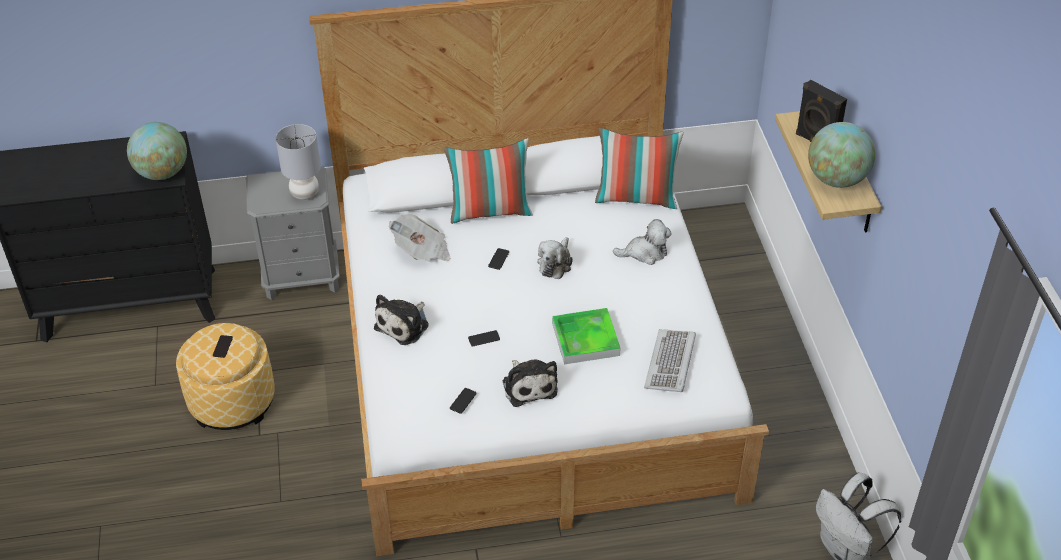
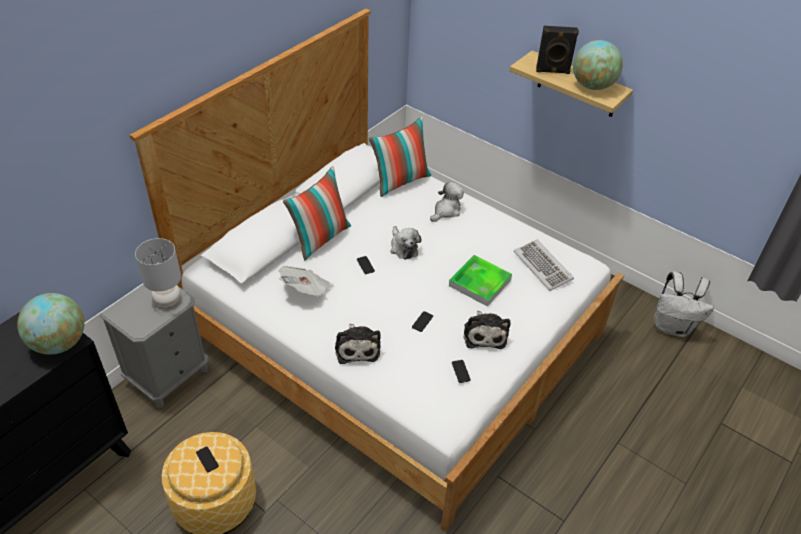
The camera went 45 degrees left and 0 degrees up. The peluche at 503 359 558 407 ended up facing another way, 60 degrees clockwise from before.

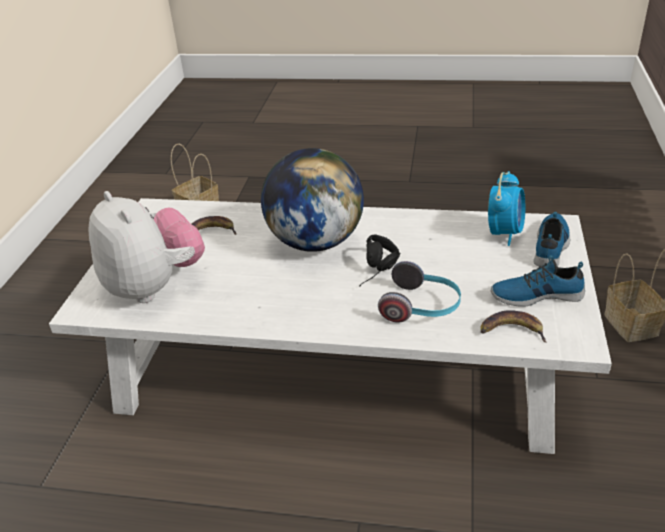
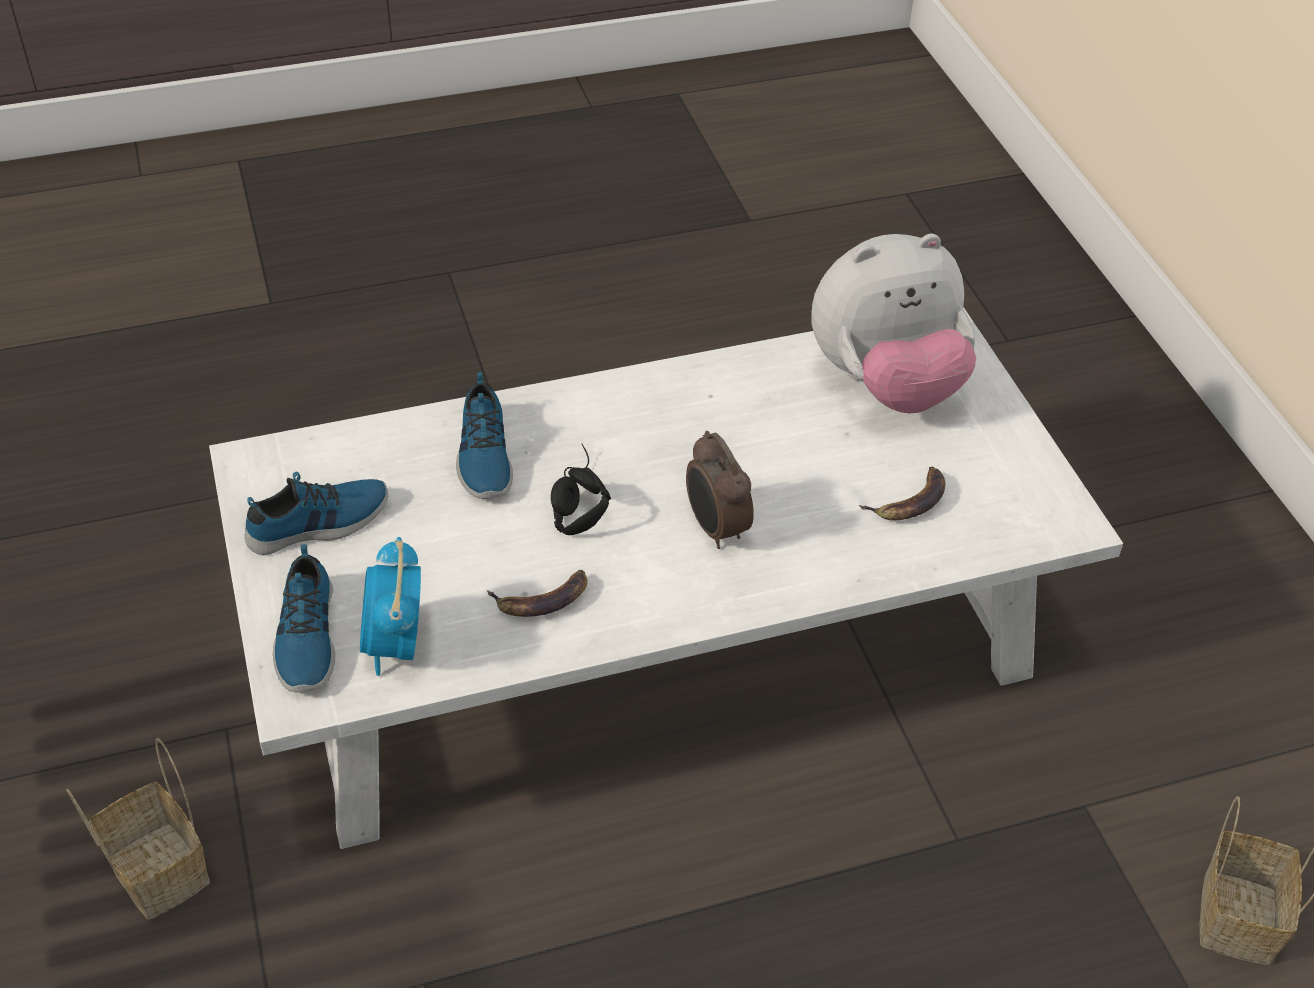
The camera went 150 degrees right and 10 degrees up. The plátano ended up elsewhere, having gone from 480 310 547 343 to 487 570 587 617. Where the globo terráqueo stood at 261 148 364 252, the despertador came to stand at 686 431 754 549. Where the auriculares stood at 378 261 461 323, the zapato came to stand at 456 372 513 499. The peluche at 89 191 205 303 ended up facing another way, 45 degrees counterclockwise from before.

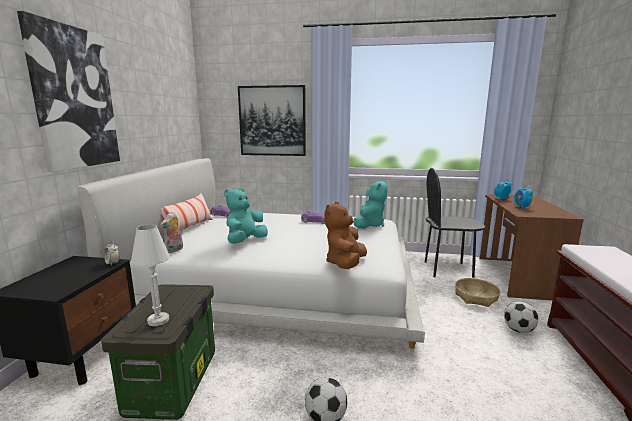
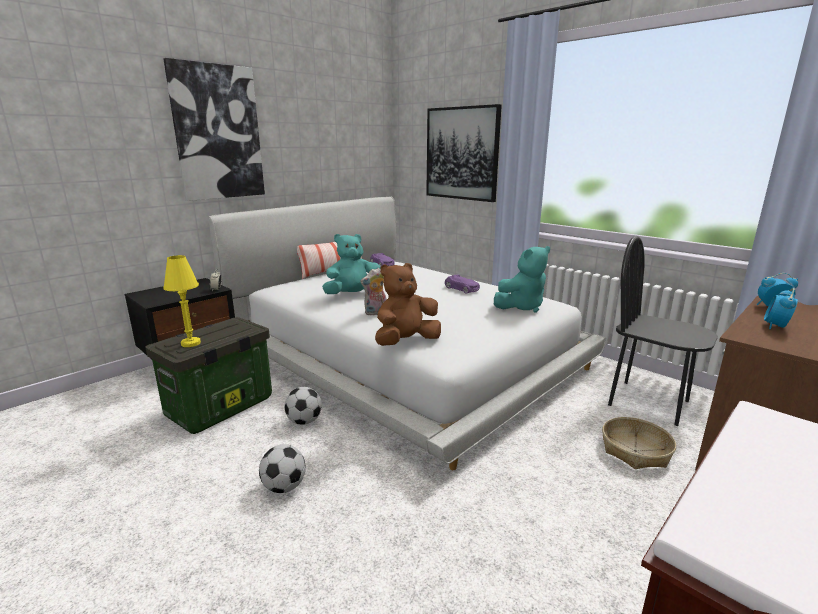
The camera went 35 degrees right and 5 degrees up. The peluche ended up elsewhere, having gone from 160 212 183 253 to 360 268 387 316. The balón de fútbol ended up elsewhere, having gone from 504 301 538 333 to 285 387 322 425. What was the lámpara de mesa (blanco) at 131 225 170 326 turned into the lámpara de mesa (amarillo) at 163 255 201 347.

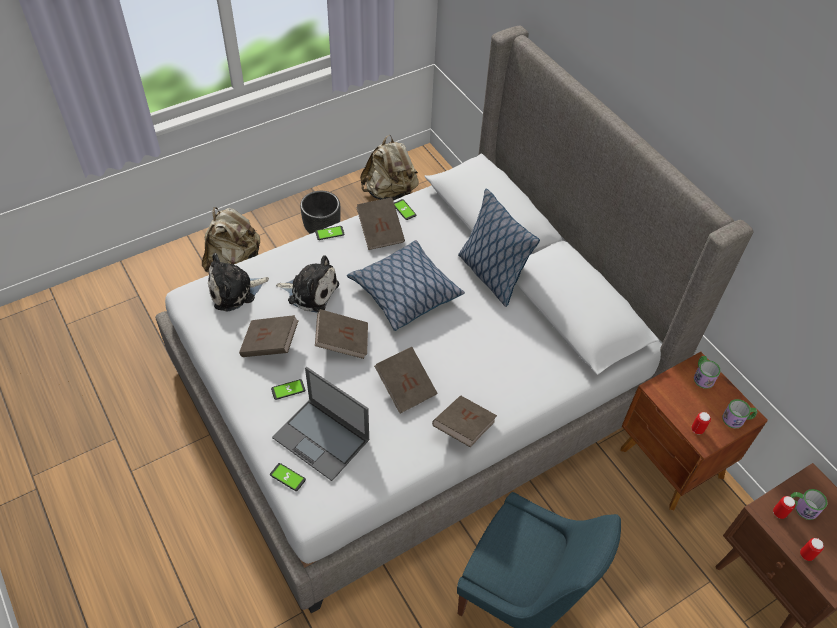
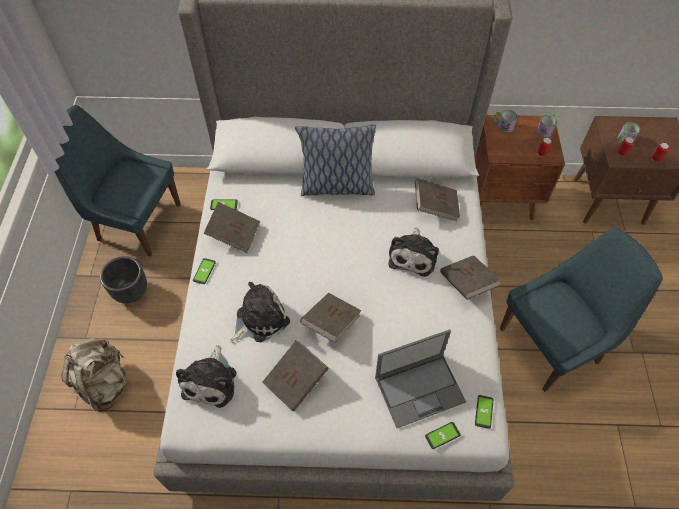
The camera went 55 degrees left and 5 degrees up. The second view lost the cojín at 347 240 465 331. The second view gained the peluche at 388 228 439 277. The móvil ended up elsewhere, having gone from 271 379 305 400 to 475 395 493 429. The libro (marrón) ended up elsewhere, having gone from 374 347 438 414 to 415 178 460 221. Where the mochila (beis) stood at 360 135 419 200, the silla (azul) came to stand at 54 105 181 256.

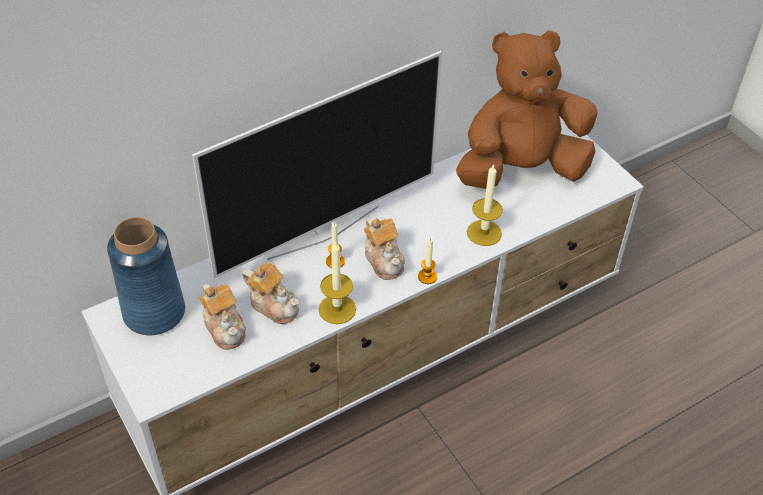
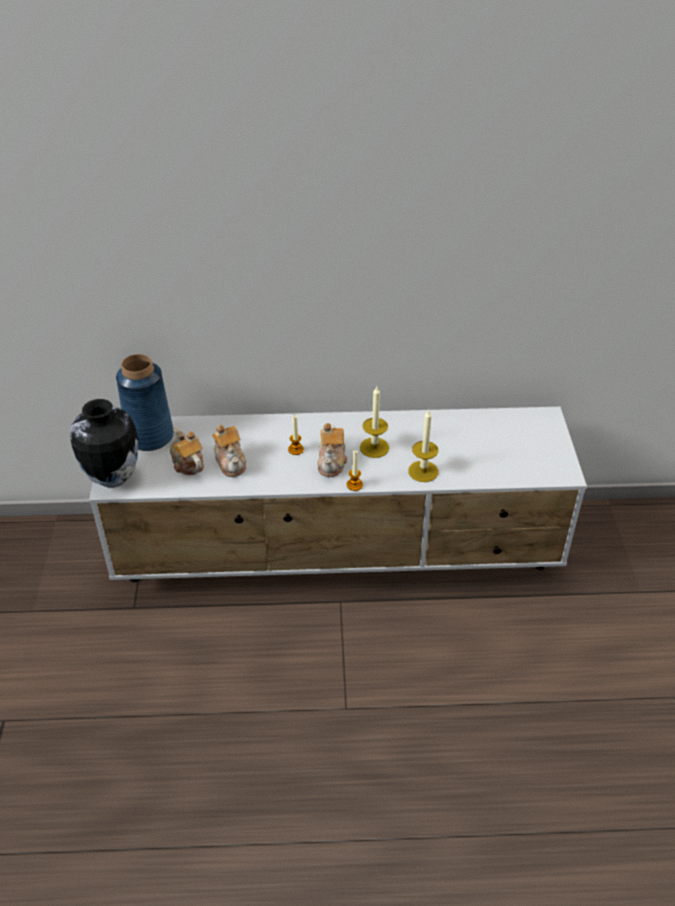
The camera went 30 degrees right and 5 degrees down. The second view lost the televisor at 192 51 442 278. The second view lost the peluche (marrón) at 456 30 598 189. The second view gained the florero at 70 399 138 488. The vela ended up elsewhere, having gone from 318 241 356 324 to 360 387 389 458. The tetera at 199 284 246 350 ended up facing another way, 150 degrees clockwise from before.

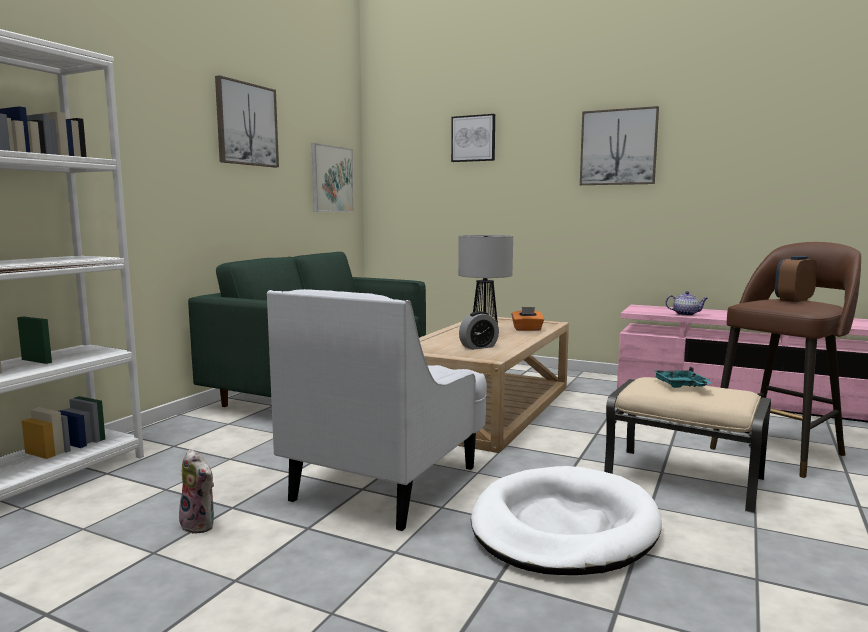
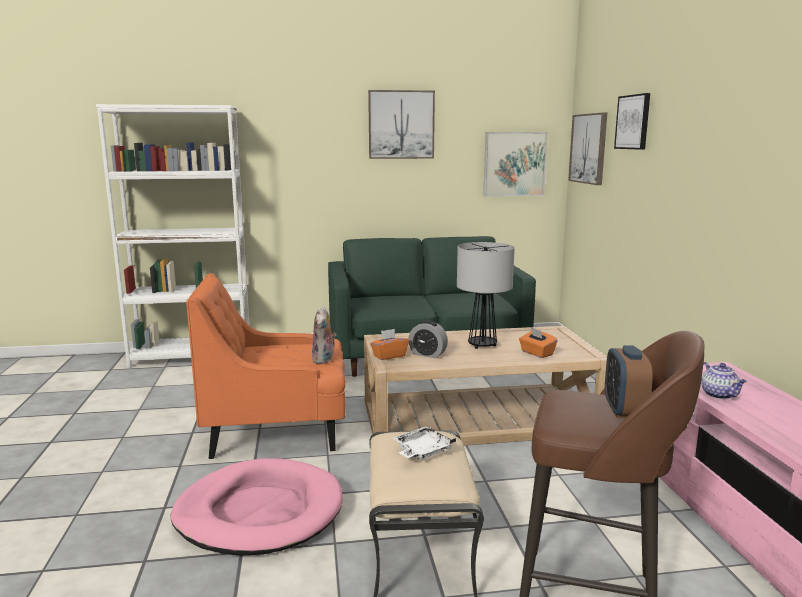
The camera went 55 degrees right and 5 degrees up. The second view gained the caja de pañuelos (naranja) at 370 329 409 360. The peluche ended up elsewhere, having gone from 179 449 214 534 to 312 305 336 364. The cuadro ended up elsewhere, having gone from 580 106 659 185 to 568 113 607 185. What was the sillón (blanco) at 267 289 487 531 turned into the sillón (naranja) at 186 273 346 459. What was the cama para perro (blanco) at 471 466 662 575 turned into the cama para perro (rosa) at 170 458 343 556. What was the bandeja (turquesa) at 652 367 712 388 turned into the bandeja (blanco) at 392 426 456 460. The despertador at 775 256 817 302 ended up facing another way, 105 degrees counterclockwise from before.

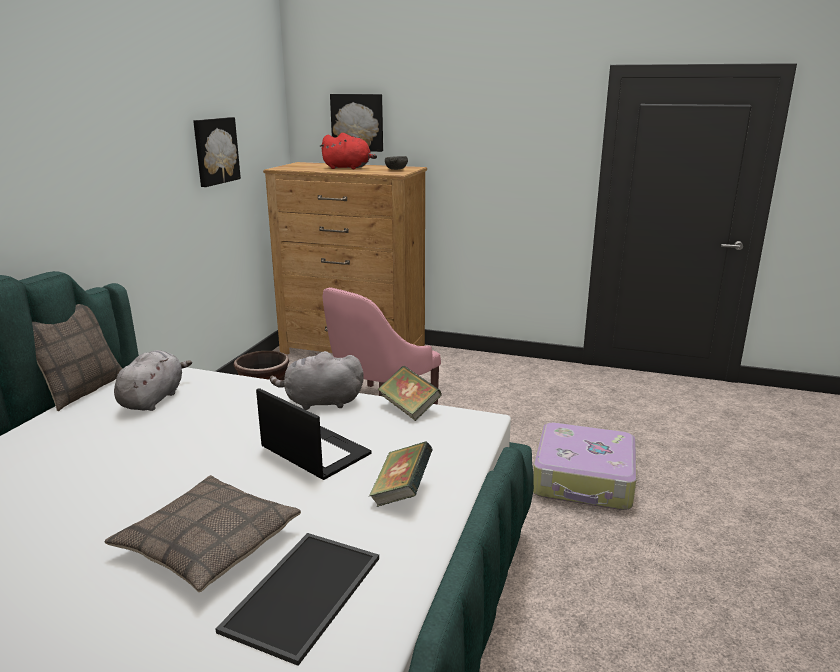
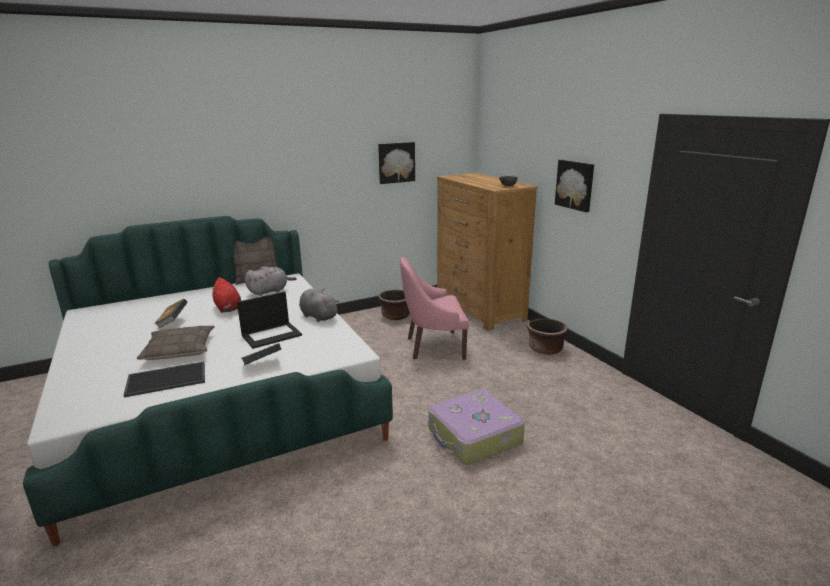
The camera went 45 degrees right and 0 degrees up. The second view gained the maceta (marrón) at 527 318 568 355. The peluche (rojo) ended up elsewhere, having gone from 319 133 377 169 to 211 277 241 313. The cuadro ended up elsewhere, having gone from 330 94 383 152 to 555 160 594 212. The libro ended up elsewhere, having gone from 377 366 442 421 to 154 299 188 328. The portátil at 256 388 372 480 ended up facing another way, 60 degrees clockwise from before.

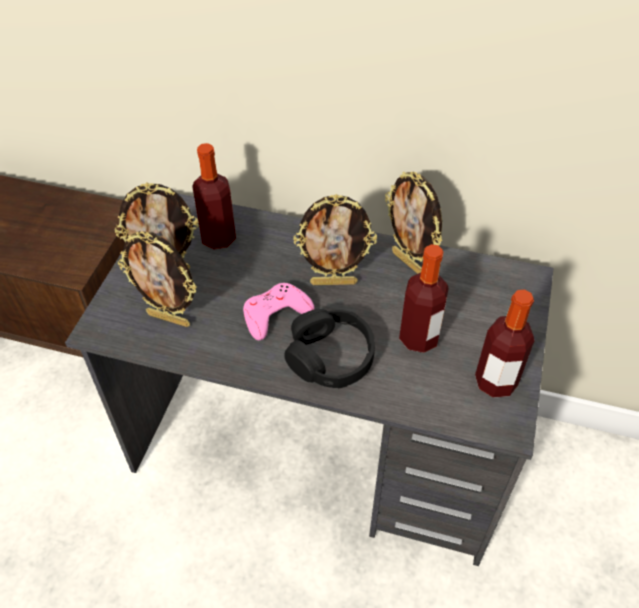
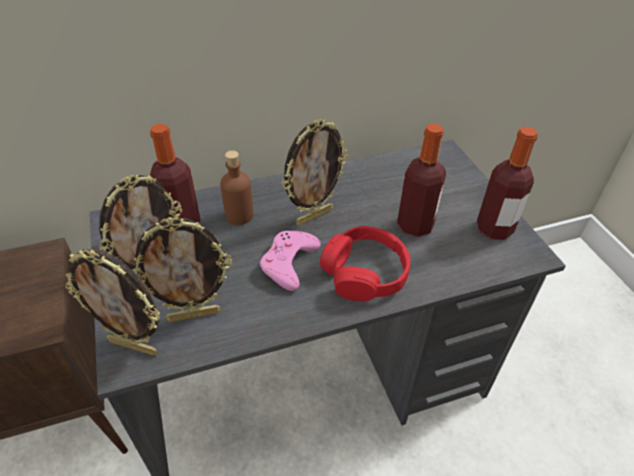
The camera went 35 degrees left and 5 degrees down. The second view gained the botella (marrón) at 220 150 254 225. The portarretratos ended up elsewhere, having gone from 385 172 442 274 to 65 249 160 356. What was the auriculares (negro) at 284 309 375 388 turned into the auriculares (rojo) at 320 226 411 301.

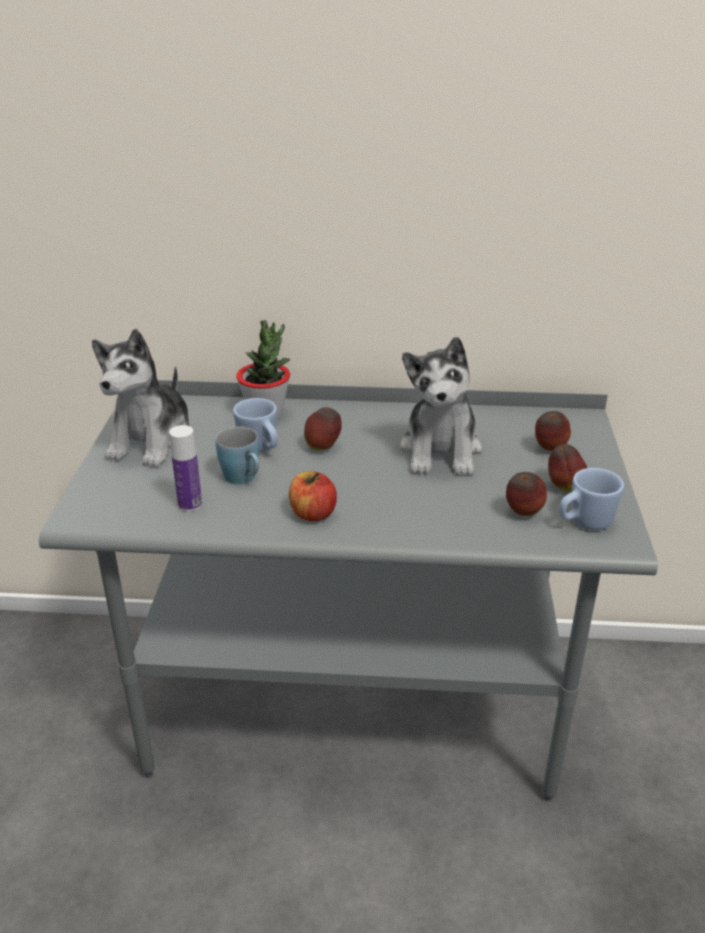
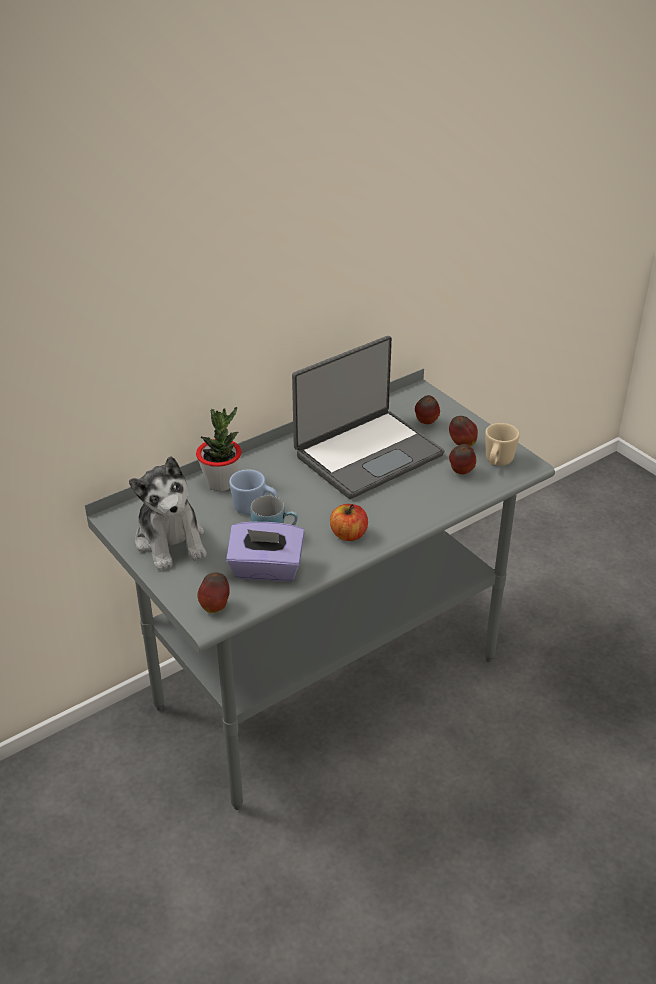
The camera went 40 degrees left and 5 degrees up. The manzana ended up elsewhere, having gone from 304 407 342 450 to 197 573 230 613. Where the botella stood at 169 425 202 512, the caja de pañuelos (morado) came to stand at 226 522 305 581. Where the peluche stood at 400 337 482 475, the portátil came to stand at 292 336 444 499. What was the taza grande (azul) at 559 468 624 530 turned into the taza grande (beis) at 485 423 520 466.

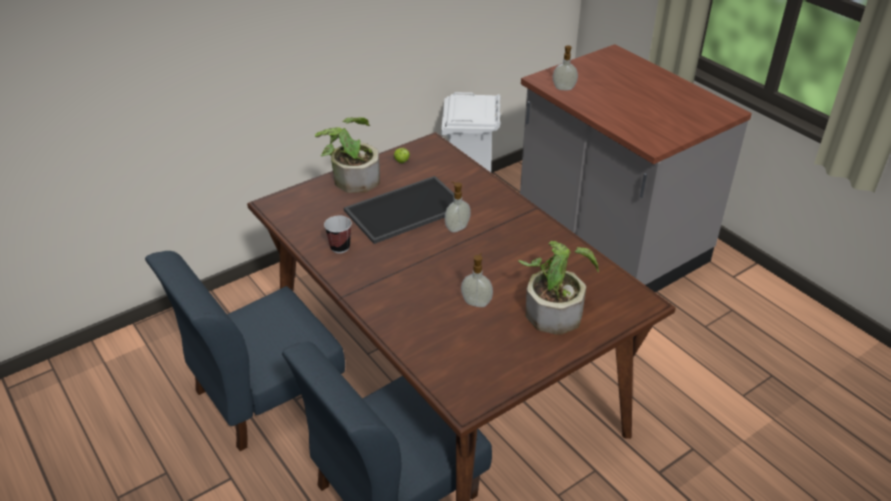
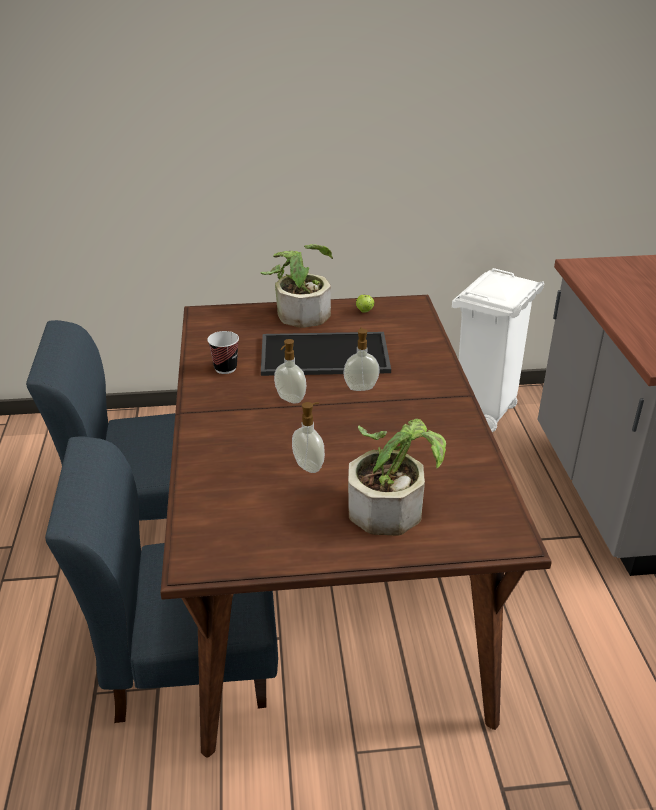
The camera went 30 degrees right and 5 degrees down. The dispensador de jabón ended up elsewhere, having gone from 553 46 578 90 to 274 339 307 403.

